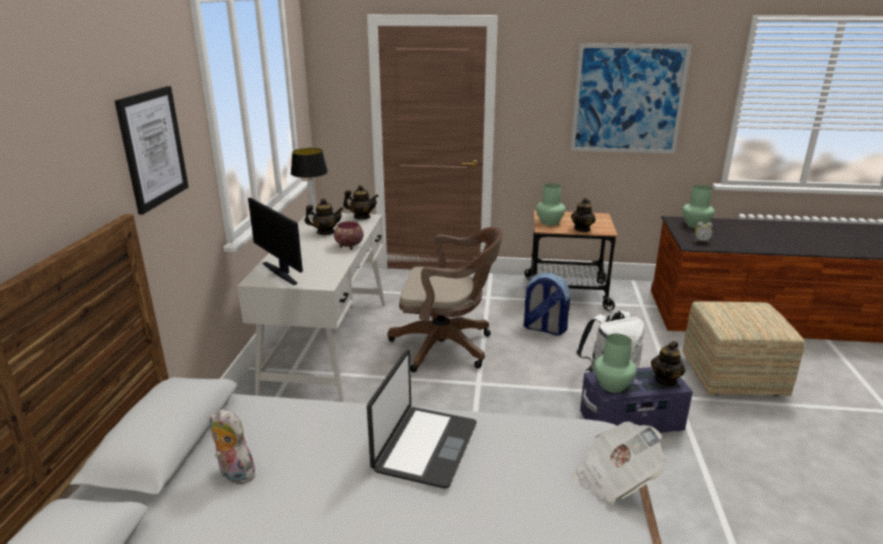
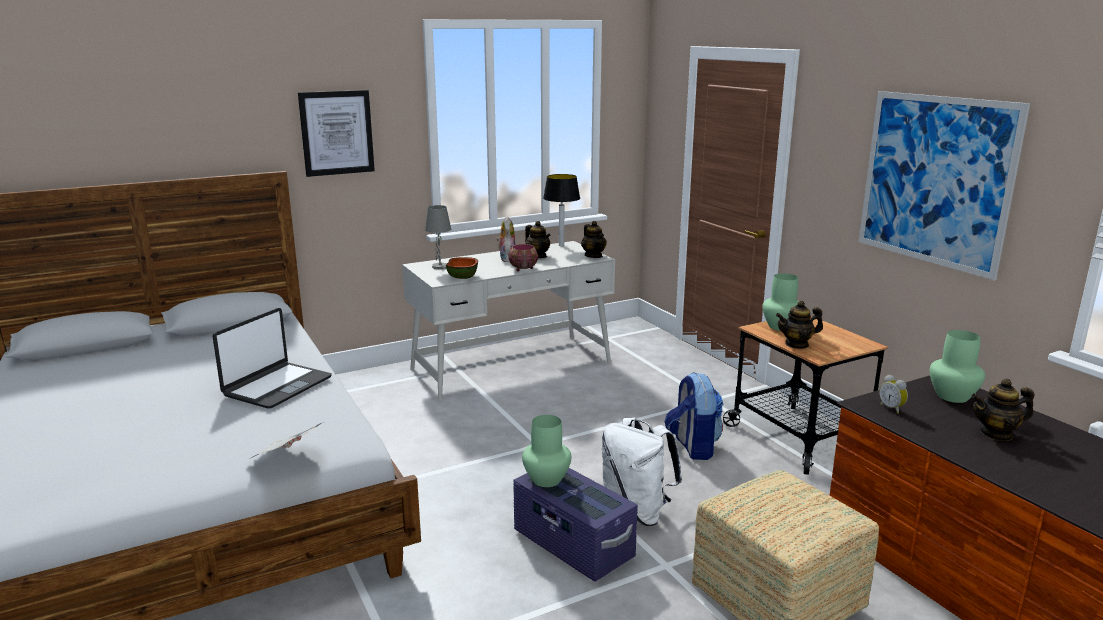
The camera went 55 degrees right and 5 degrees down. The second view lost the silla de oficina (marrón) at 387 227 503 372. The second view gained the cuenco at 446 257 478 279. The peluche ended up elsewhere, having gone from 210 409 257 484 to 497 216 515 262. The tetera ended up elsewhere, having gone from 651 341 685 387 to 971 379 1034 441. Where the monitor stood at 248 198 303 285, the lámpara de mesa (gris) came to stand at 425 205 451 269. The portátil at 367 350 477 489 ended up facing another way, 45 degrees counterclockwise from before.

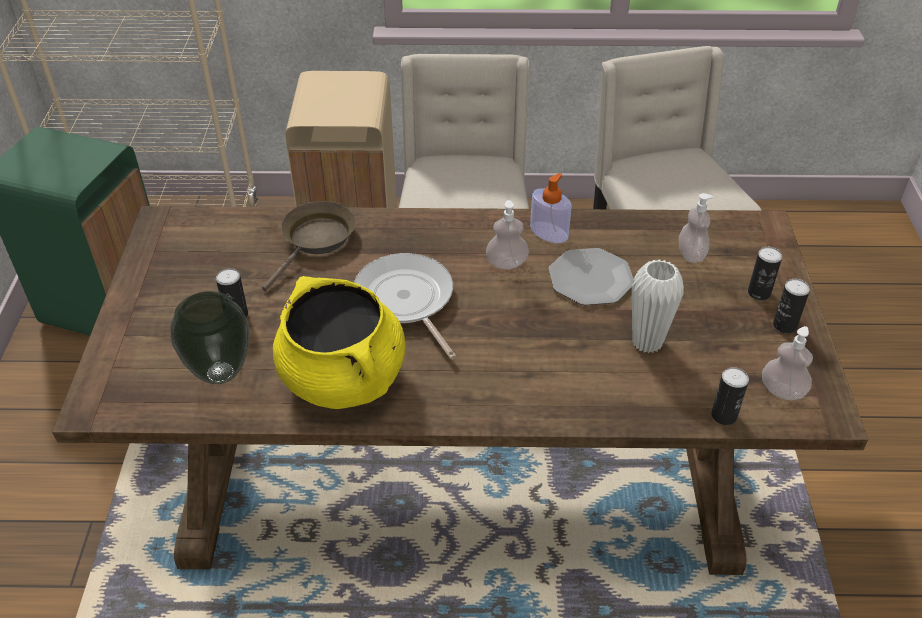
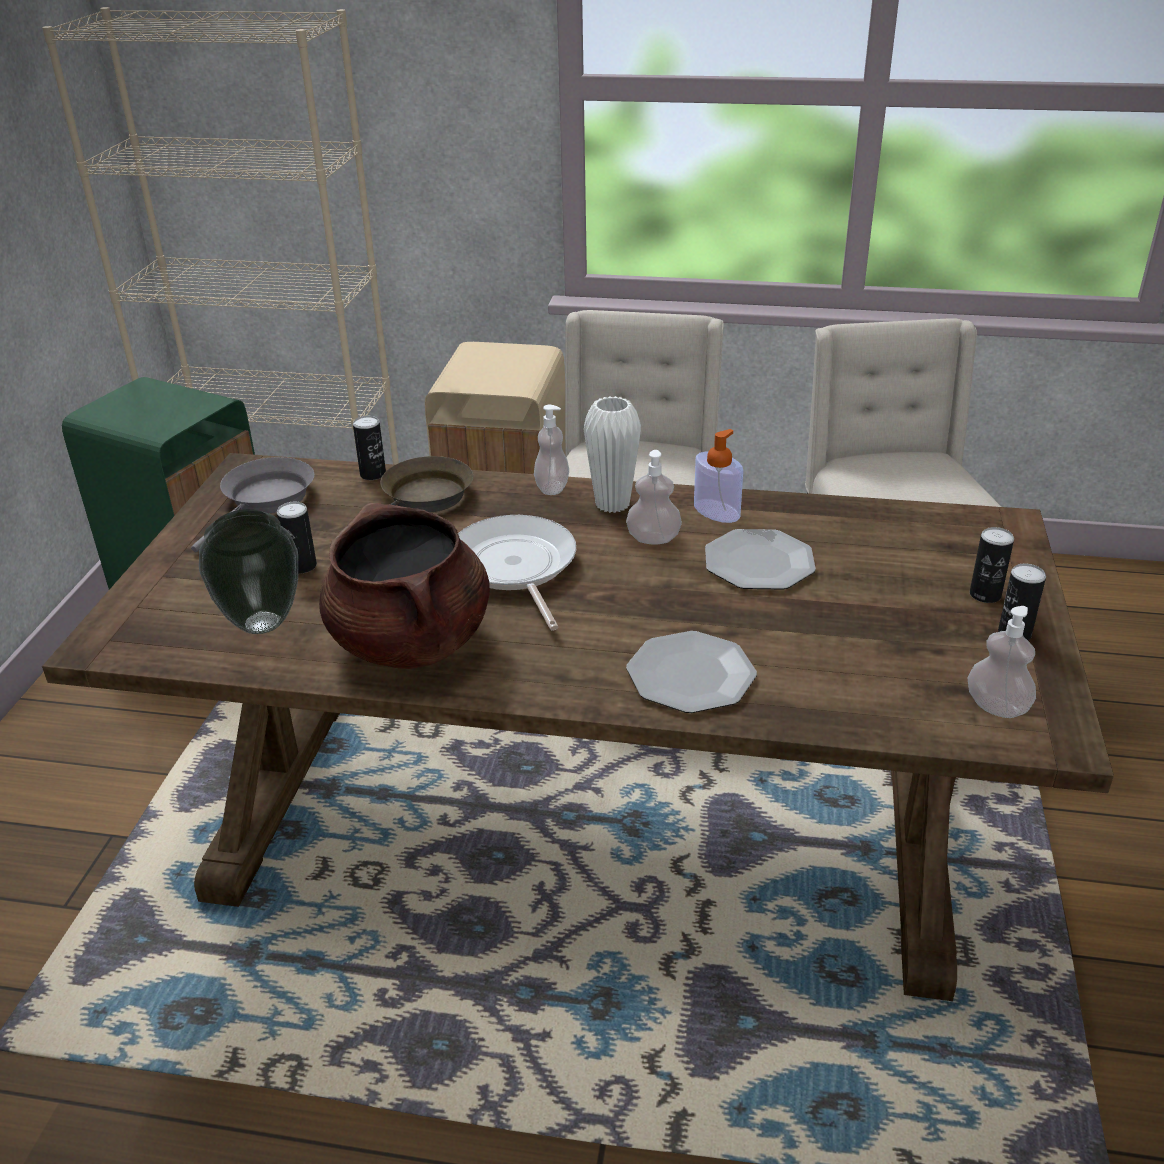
The camera went 10 degrees right and 10 degrees down. The second view gained the sartén (gris) at 191 457 314 552. The second view gained the plato at 626 631 757 713. The florero (blanco) ended up elsewhere, having gone from 632 259 684 353 to 584 396 641 513. The dispensador de jabón ended up elsewhere, having gone from 679 193 713 263 to 534 404 569 495. The lata ended up elsewhere, having gone from 711 367 749 425 to 353 416 386 480. What was the olla (amarillo) at 273 276 406 409 turned into the olla (marrón) at 319 503 490 669.

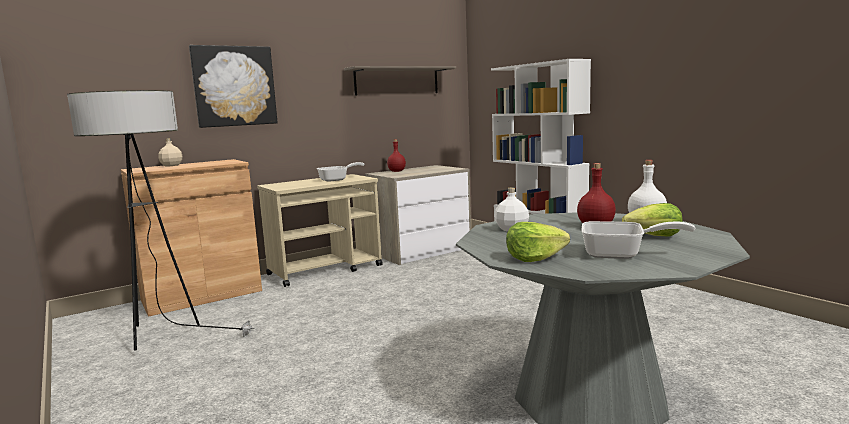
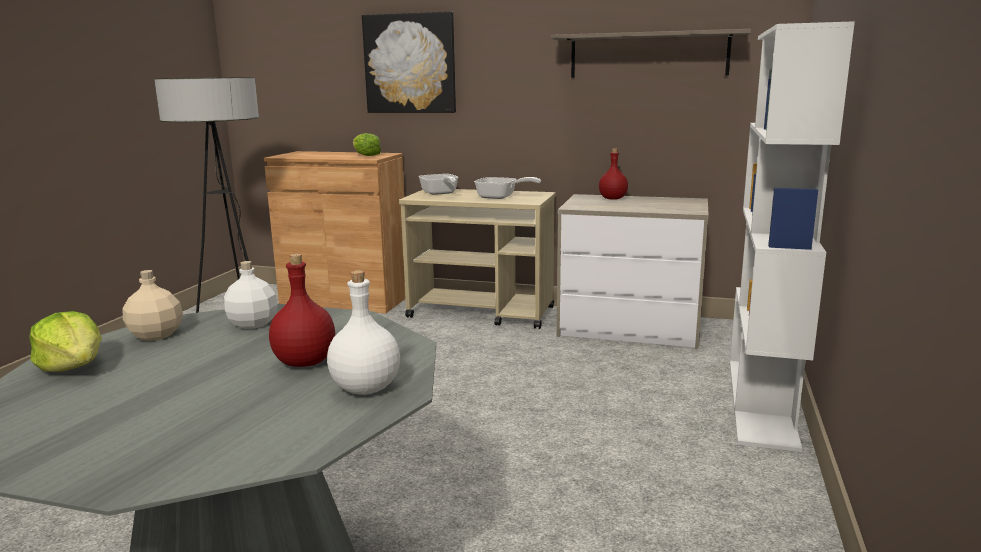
The camera went 50 degrees right and 5 degrees up. The botella (beis) ended up elsewhere, having gone from 159 138 183 166 to 123 270 183 341. The sartén ended up elsewhere, having gone from 581 221 695 259 to 418 174 459 195. The lechuga ended up elsewhere, having gone from 622 203 682 237 to 353 133 381 156.

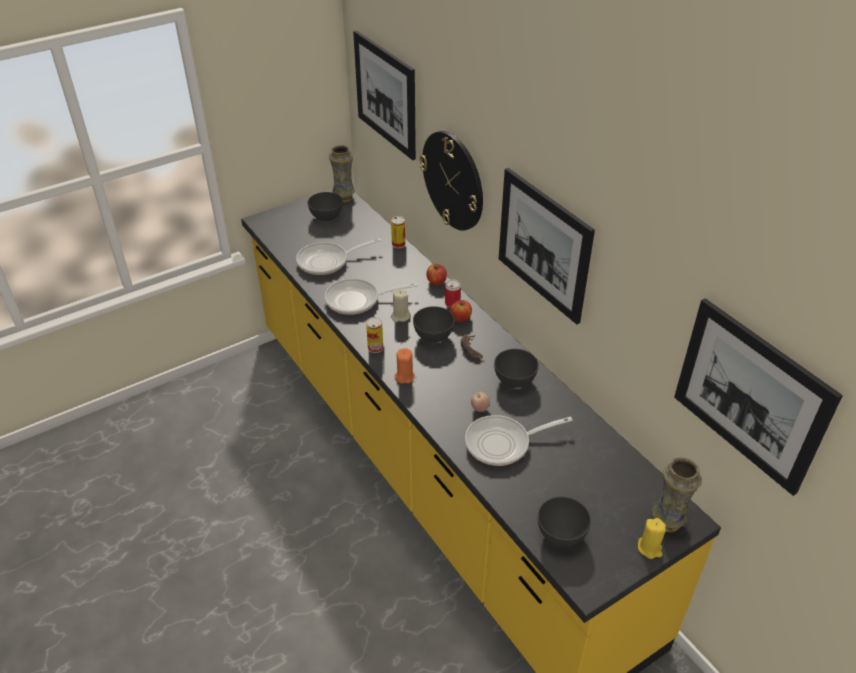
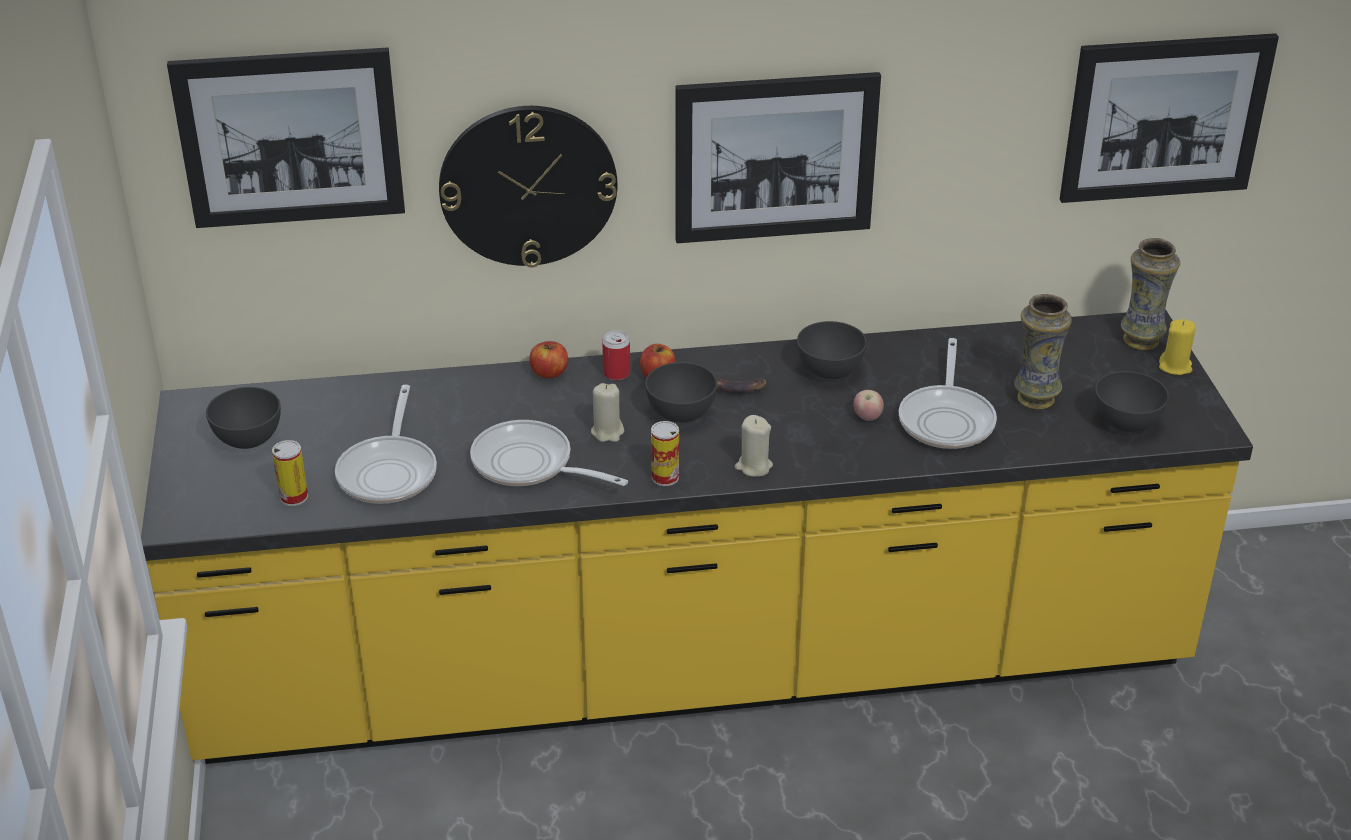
The camera went 65 degrees left and 5 degrees down. The florero ended up elsewhere, having gone from 329 145 355 203 to 1014 294 1072 409. The lata ended up elsewhere, having gone from 391 216 405 248 to 272 440 308 506. What was the vela (naranja) at 395 348 415 383 turned into the vela (beis) at 735 415 773 477. The sartén at 325 278 418 315 ended up facing another way, 105 degrees clockwise from before.

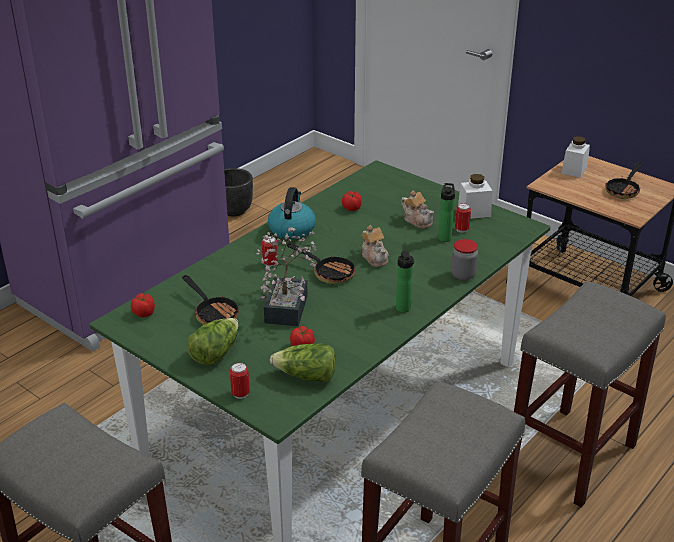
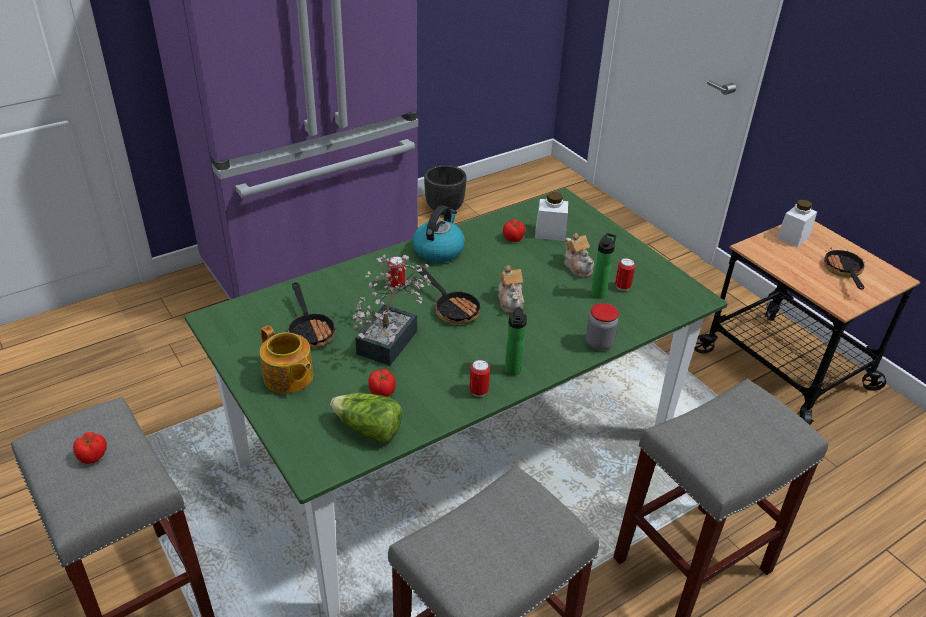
The camera went 15 degrees right and 5 degrees up. The tomate ended up elsewhere, having gone from 131 293 155 317 to 73 432 107 464. The lata ended up elsewhere, having gone from 230 363 250 399 to 469 360 490 397. The tarro (blanco) ended up elsewhere, having gone from 458 174 492 219 to 535 192 568 241. Where the lechuga stood at 187 318 239 365, the tetera came to stand at 260 325 313 394. The sartén at 605 162 642 199 ended up facing another way, 135 degrees clockwise from before.

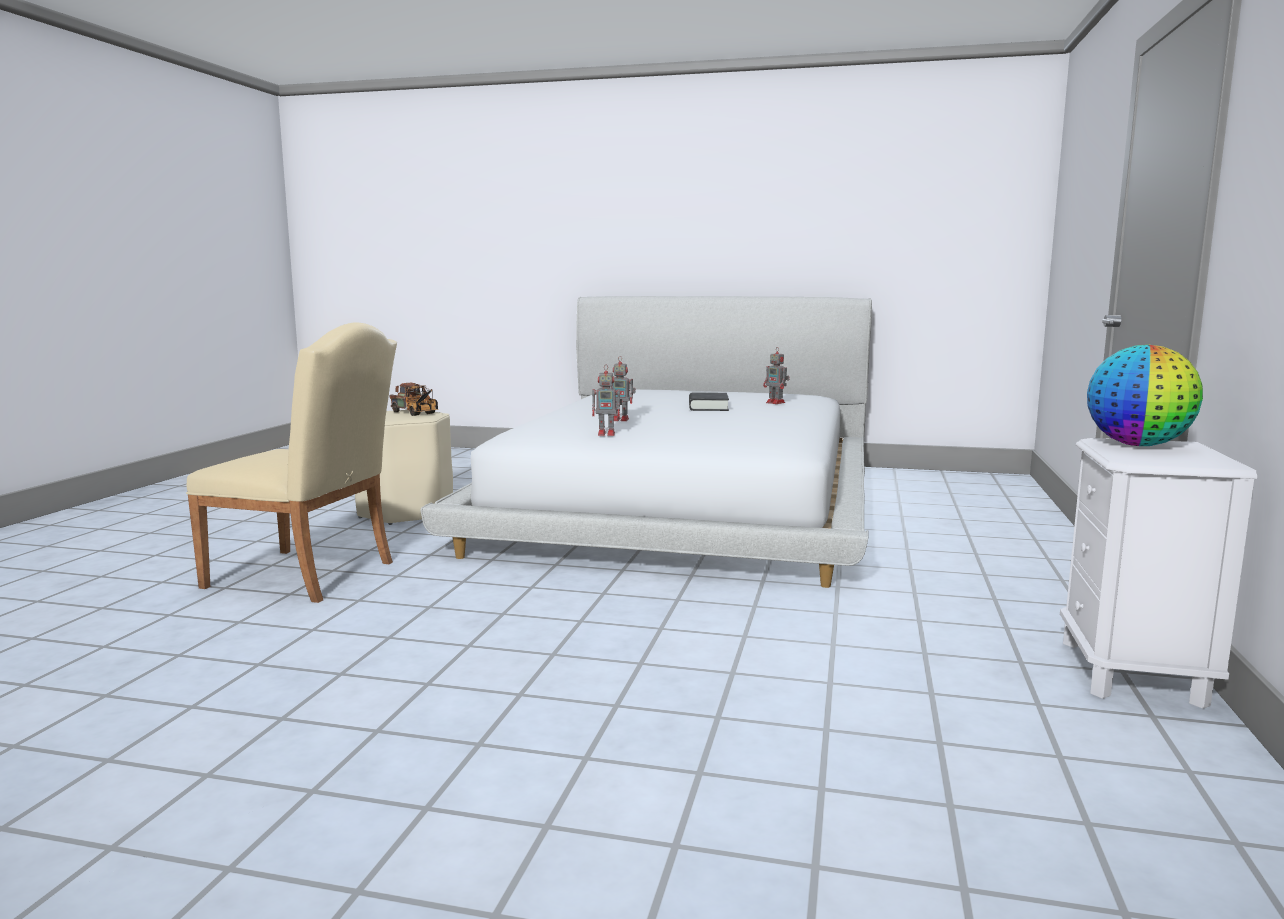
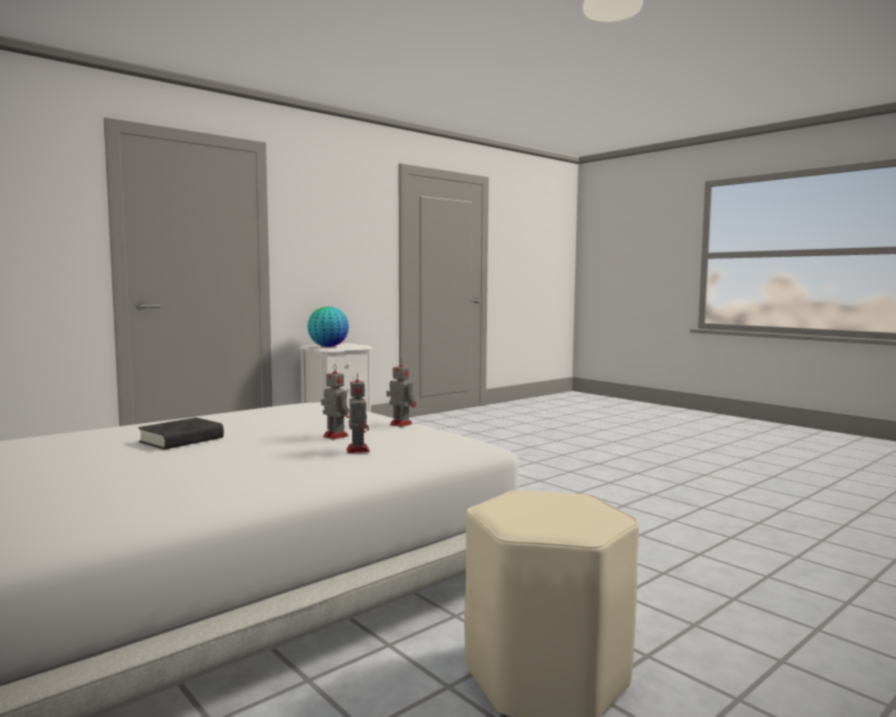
The camera went 145 degrees left and 5 degrees down. The second view lost the silla (beis) at 186 322 397 603. The second view lost the camión de juguete at 389 383 438 416. The robot de juguete ended up elsewhere, having gone from 763 347 789 404 to 347 372 370 453.

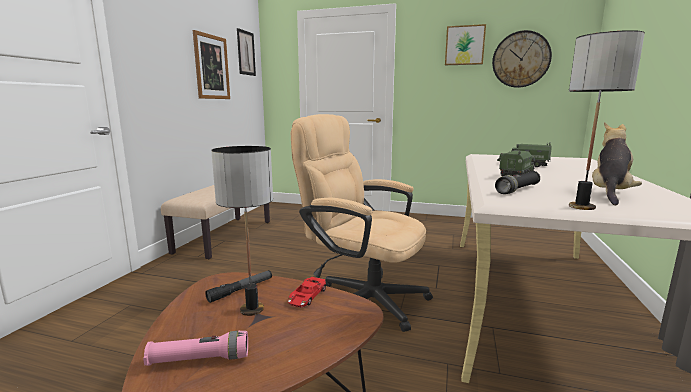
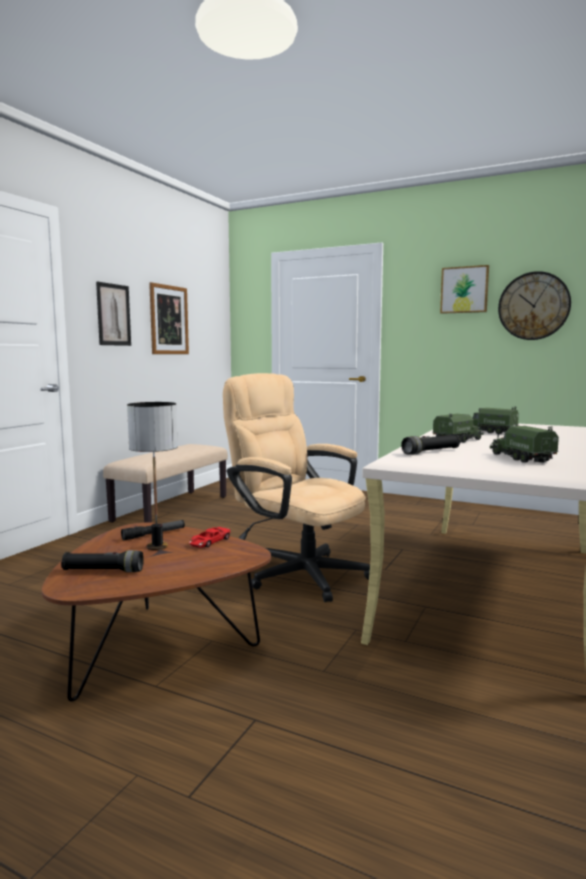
The camera went 10 degrees right and 5 degrees down. The second view lost the lámpara de mesa at 569 30 645 210. The cuadro ended up elsewhere, having gone from 237 28 256 76 to 96 282 131 346. Where the peluche stood at 592 122 642 205, the camión de juguete came to stand at 490 426 559 463. What was the linterna (rosa) at 143 331 248 366 turned into the linterna (negro) at 61 550 144 572.

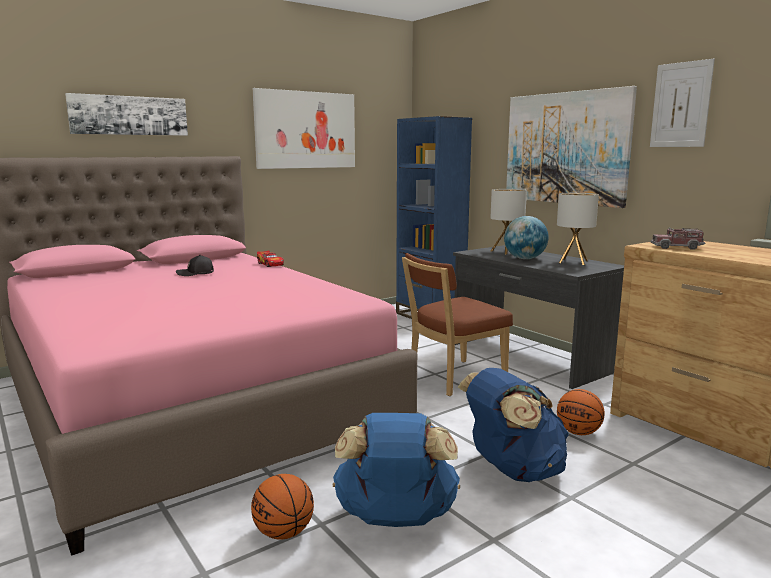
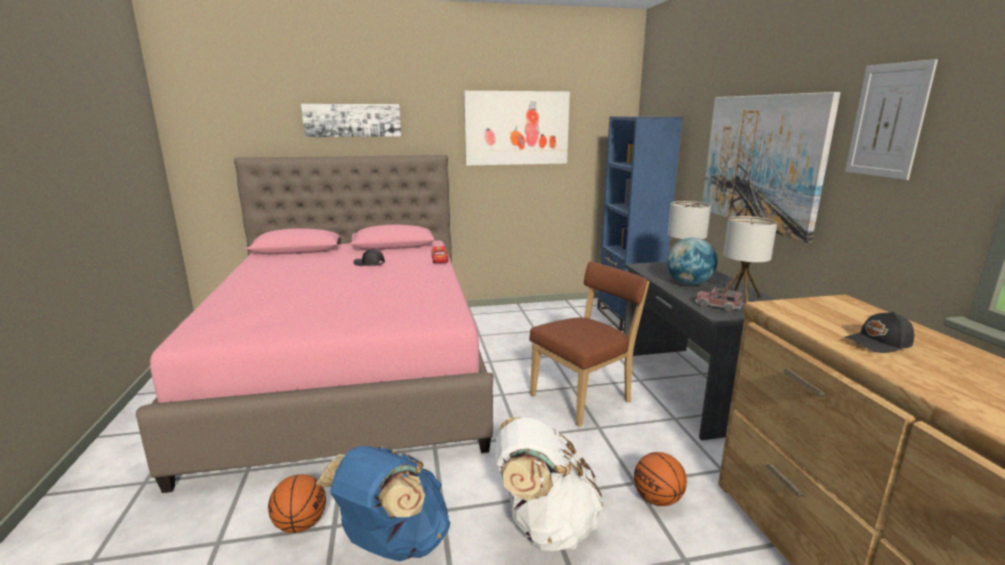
The camera went 25 degrees right and 5 degrees up. The second view gained the gorra (negro) at 844 312 914 353. The camión de juguete ended up elsewhere, having gone from 651 228 705 250 to 695 287 744 312. What was the mochila (azul) at 458 368 569 482 turned into the mochila (blanco) at 496 417 603 551. The silla (marrón) at 402 253 513 396 ended up facing another way, 150 degrees clockwise from before.

